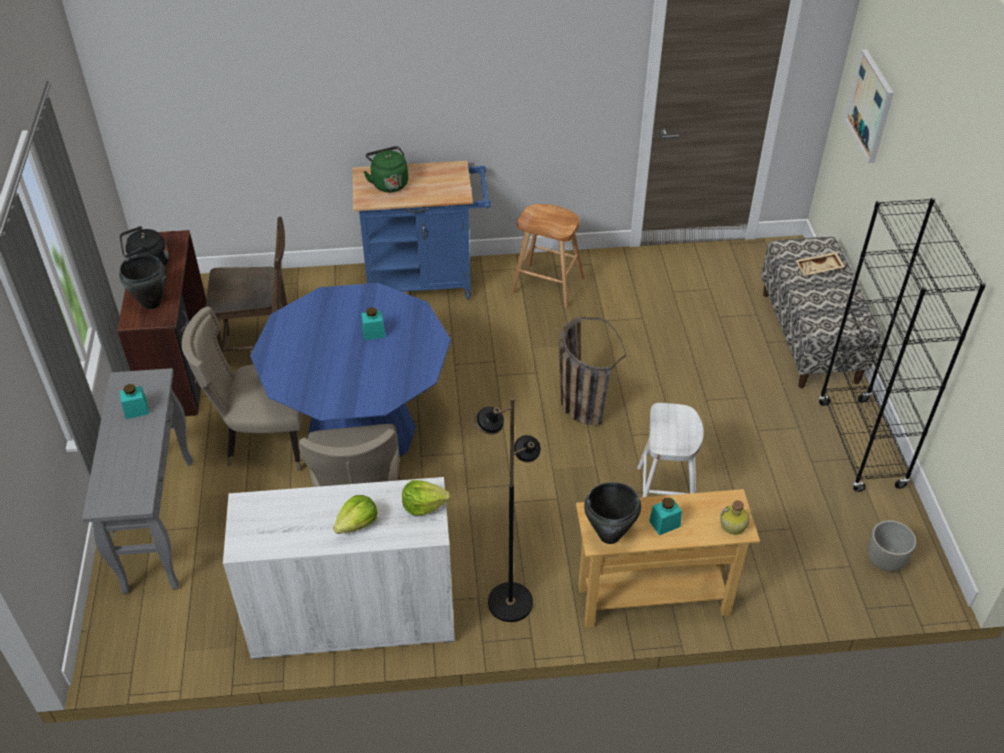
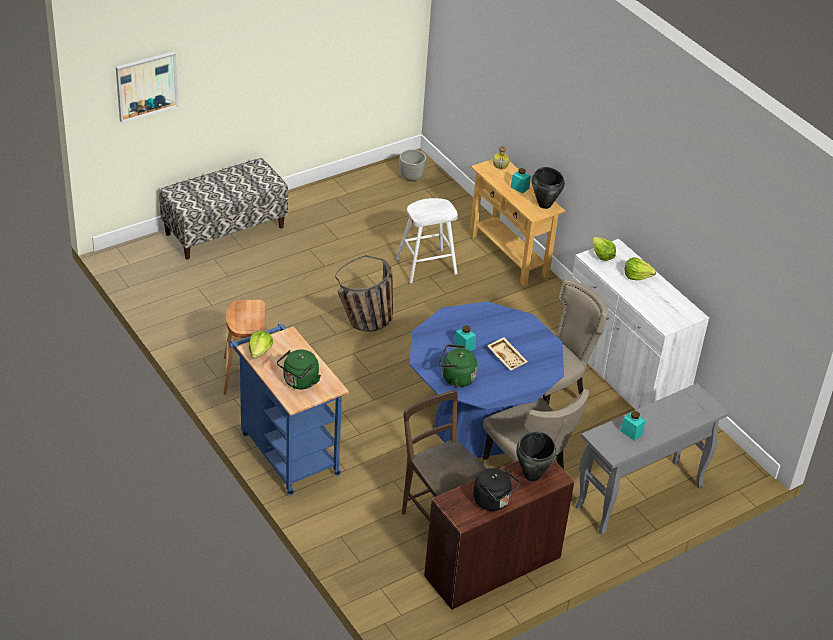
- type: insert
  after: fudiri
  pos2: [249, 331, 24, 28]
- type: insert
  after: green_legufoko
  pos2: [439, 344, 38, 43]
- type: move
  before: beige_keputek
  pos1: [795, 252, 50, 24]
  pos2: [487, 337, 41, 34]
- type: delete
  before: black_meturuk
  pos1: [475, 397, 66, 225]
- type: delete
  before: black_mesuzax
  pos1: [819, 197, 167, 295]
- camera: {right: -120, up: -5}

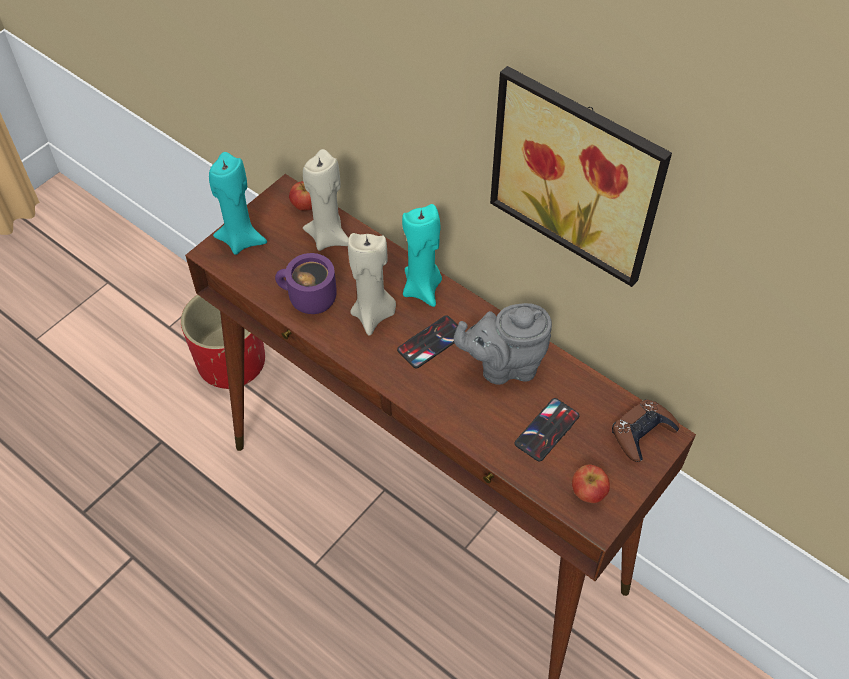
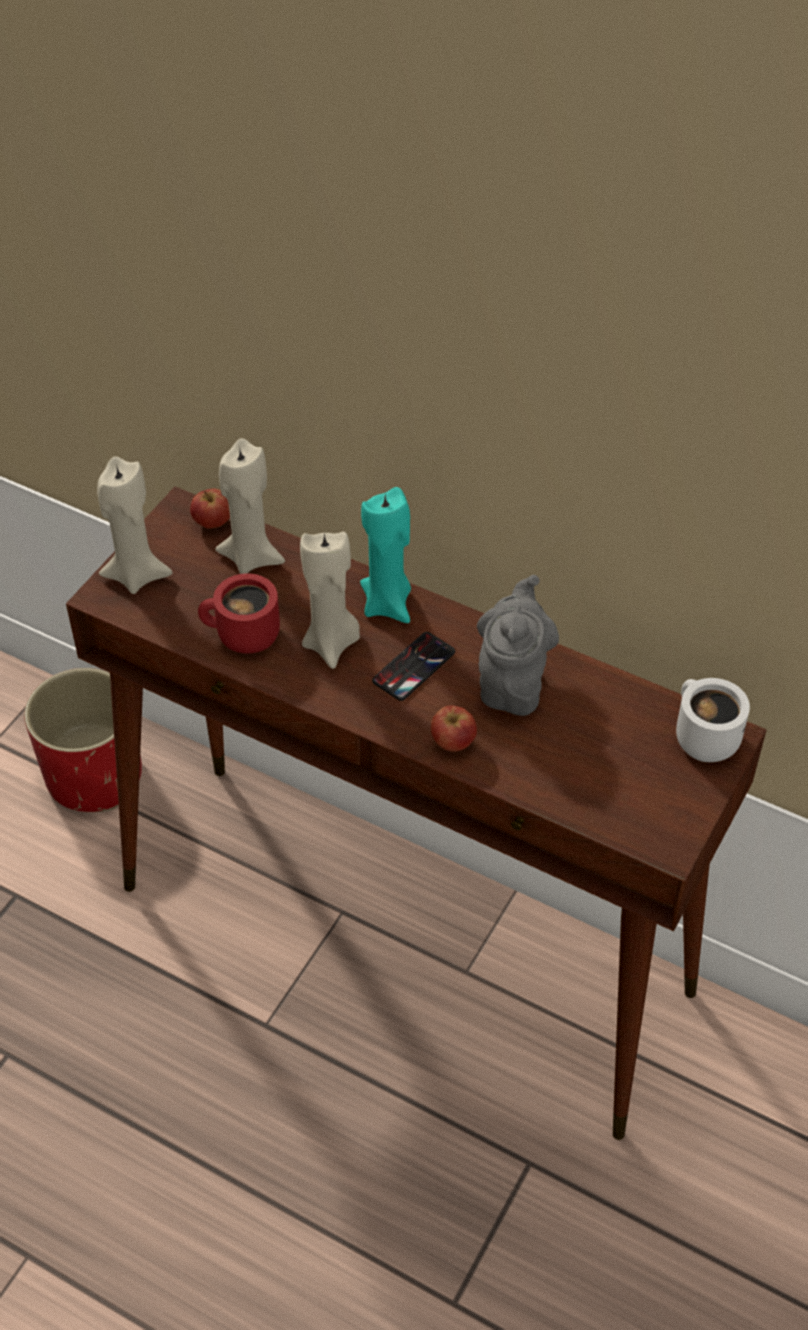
- type: recolor
  before: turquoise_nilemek
  after: beige_nilemek
  pos1: [209, 152, 58, 103]
  pos2: [97, 457, 76, 137]
- type: recolor
  before: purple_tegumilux
  after: red_tegumilux
  pos1: [275, 253, 62, 61]
  pos2: [198, 573, 82, 81]
- type: move
  before: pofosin
  pos1: [572, 465, 38, 38]
  pos2: [431, 705, 46, 47]
- type: rotate
  before: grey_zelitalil
  pos1: [454, 303, 98, 82]
  pos2: [477, 575, 82, 141]
  turn: 120
- type: replace
  before: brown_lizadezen
  after: white_tegumilux
  pos1: [612, 400, 67, 62]
  pos2: [676, 678, 74, 84]
- type: delete
  before: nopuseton
  pos1: [490, 66, 182, 221]
- type: delete
  before: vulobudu
  pos1: [514, 398, 66, 64]
- camera: {right: -10, up: -5}

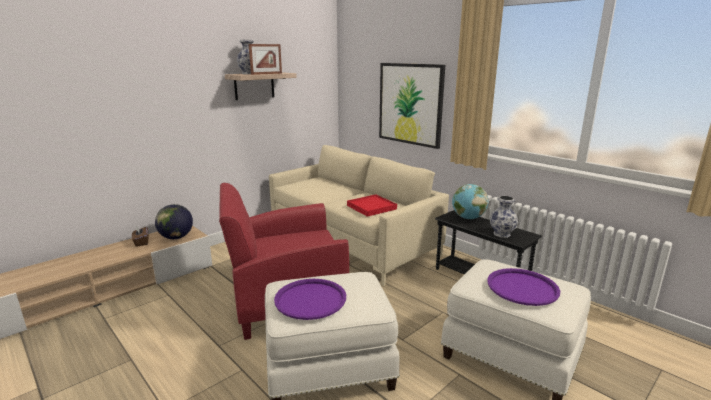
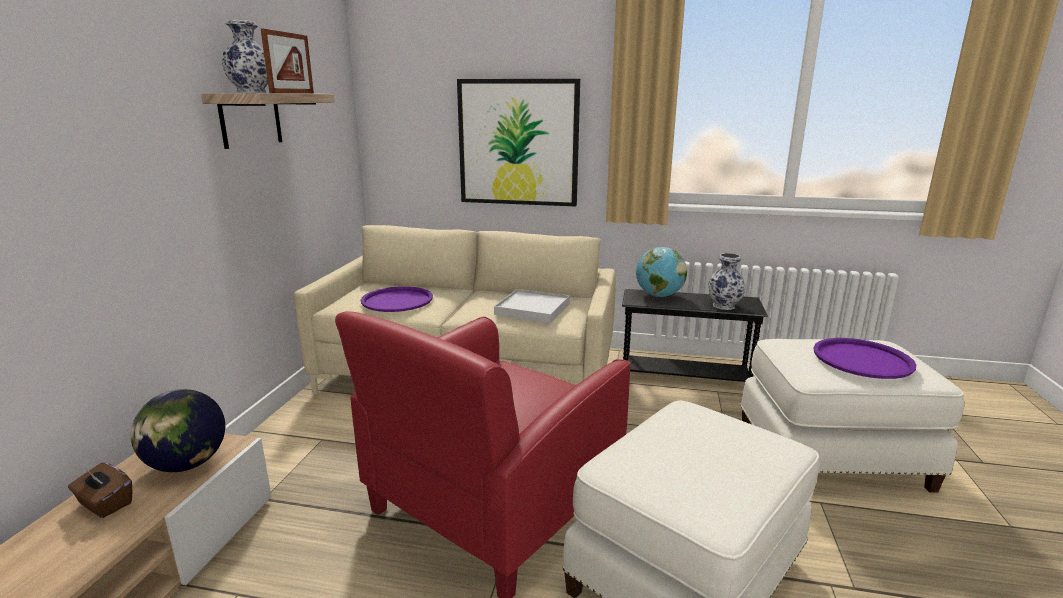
- type: move
  before: purple_keputek
  pos1: [274, 279, 72, 41]
  pos2: [361, 286, 72, 26]
- type: recolor
  before: red_keputek
  after: white_keputek
  pos1: [347, 194, 50, 23]
  pos2: [494, 289, 76, 34]
- camera: {right: -35, up: 0}

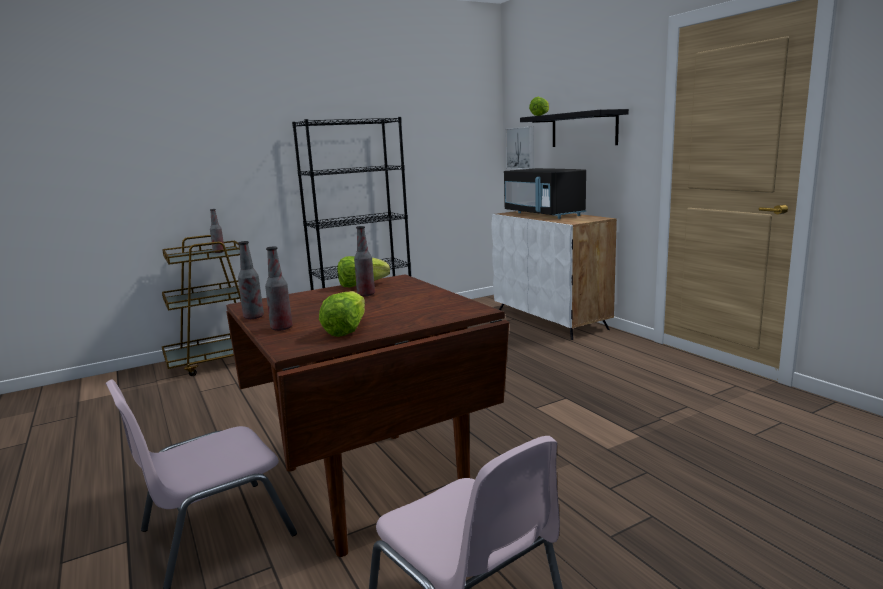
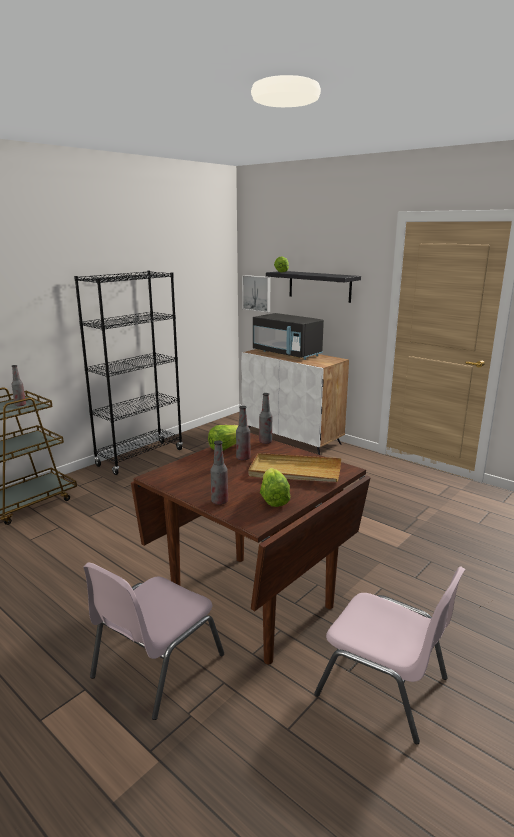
- type: insert
  after: beige_keputek
  pos2: [248, 453, 93, 29]
- type: move
  before: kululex
  pos1: [238, 241, 26, 78]
  pos2: [259, 393, 13, 51]
- camera: {right: -20, up: 5}

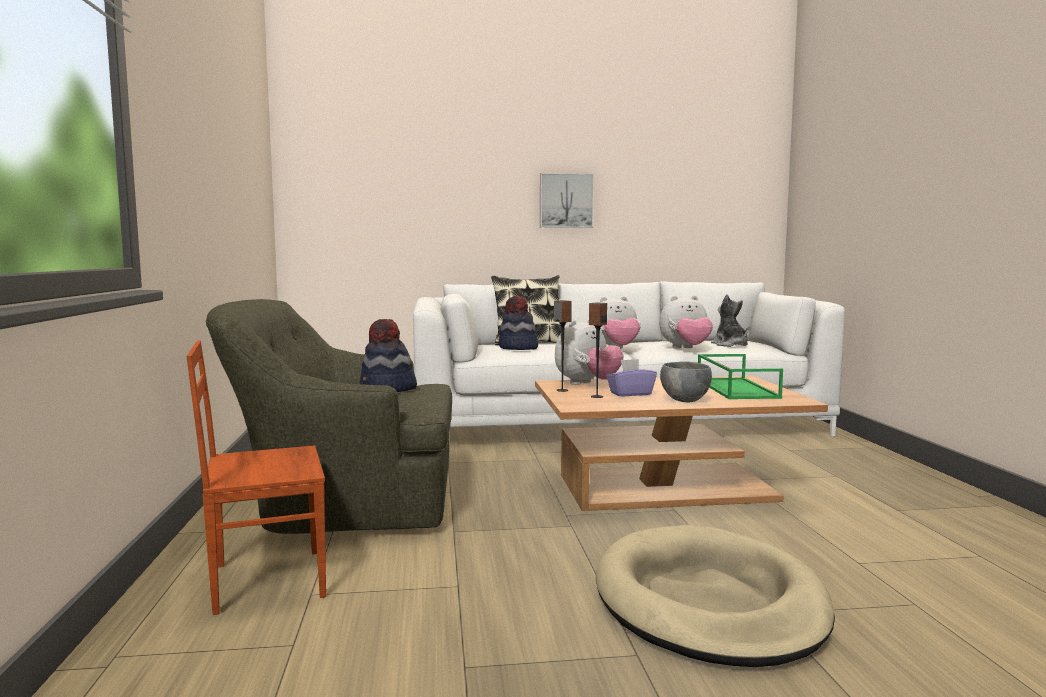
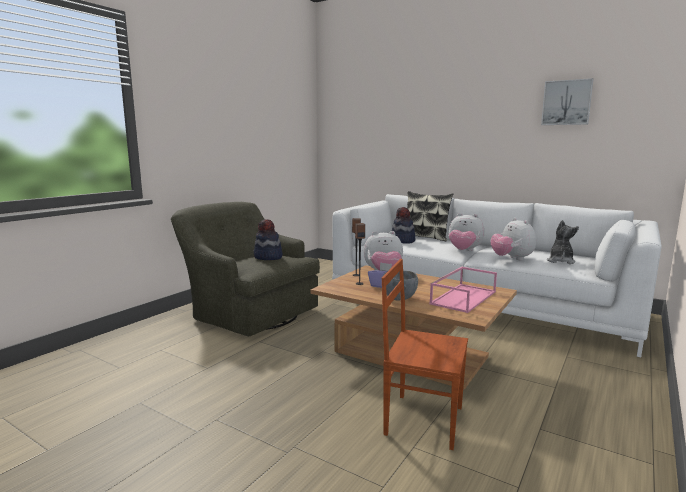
- type: move
  before: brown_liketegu
  pos1: [186, 340, 140, 275]
  pos2: [382, 259, 86, 191]
- type: recolor
  before: green_keputek
  after: pink_keputek
  pos1: [698, 354, 85, 45]
  pos2: [429, 267, 68, 46]
- type: rotate
  before: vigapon
  pos1: [659, 296, 54, 53]
  pos2: [491, 218, 45, 42]
  turn: 45
- type: move
  before: nopuseton
  pos1: [540, 173, 54, 55]
  pos2: [541, 78, 52, 47]
- type: delete
  before: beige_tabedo
  pos1: [596, 525, 239, 142]
- camera: {right: 40, up: 5}

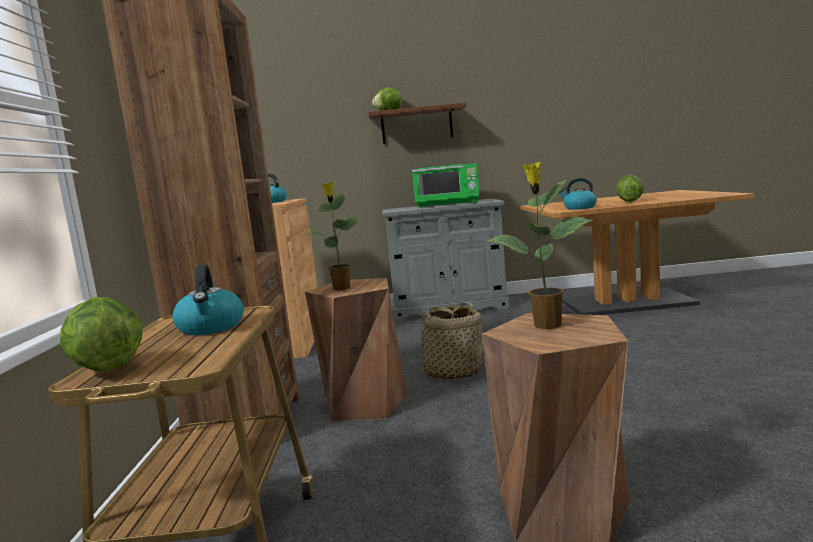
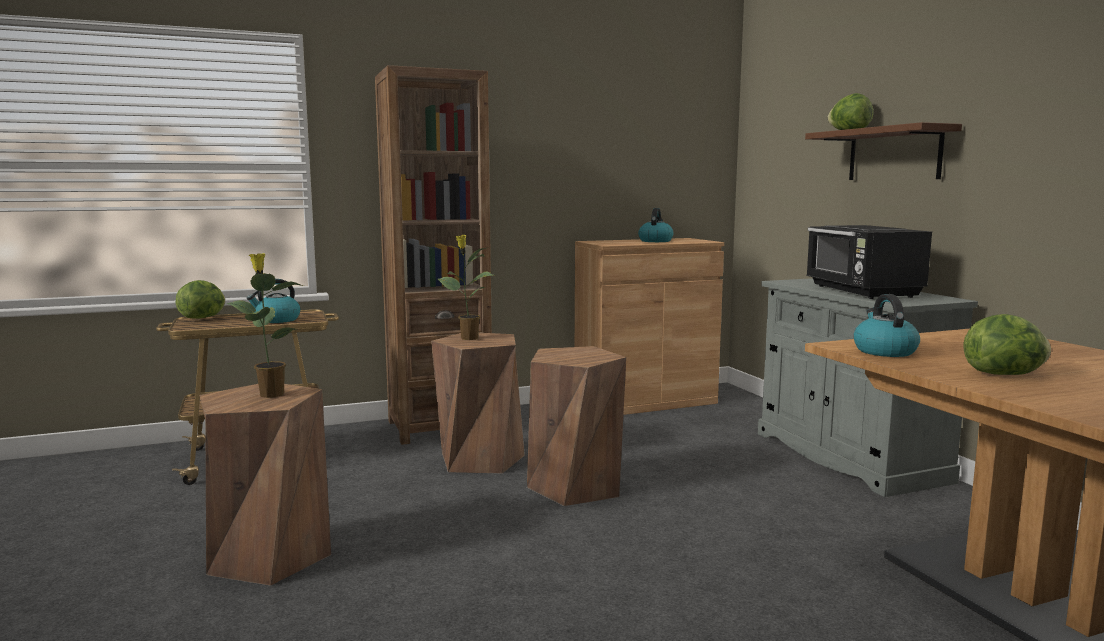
- type: replace
  before: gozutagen
  after: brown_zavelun
  pos1: [407, 302, 78, 78]
  pos2: [527, 346, 99, 160]
- type: recolor
  before: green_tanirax
  after: black_tanirax
  pos1: [412, 163, 67, 45]
  pos2: [806, 225, 126, 74]
- camera: {right: 70, up: 0}

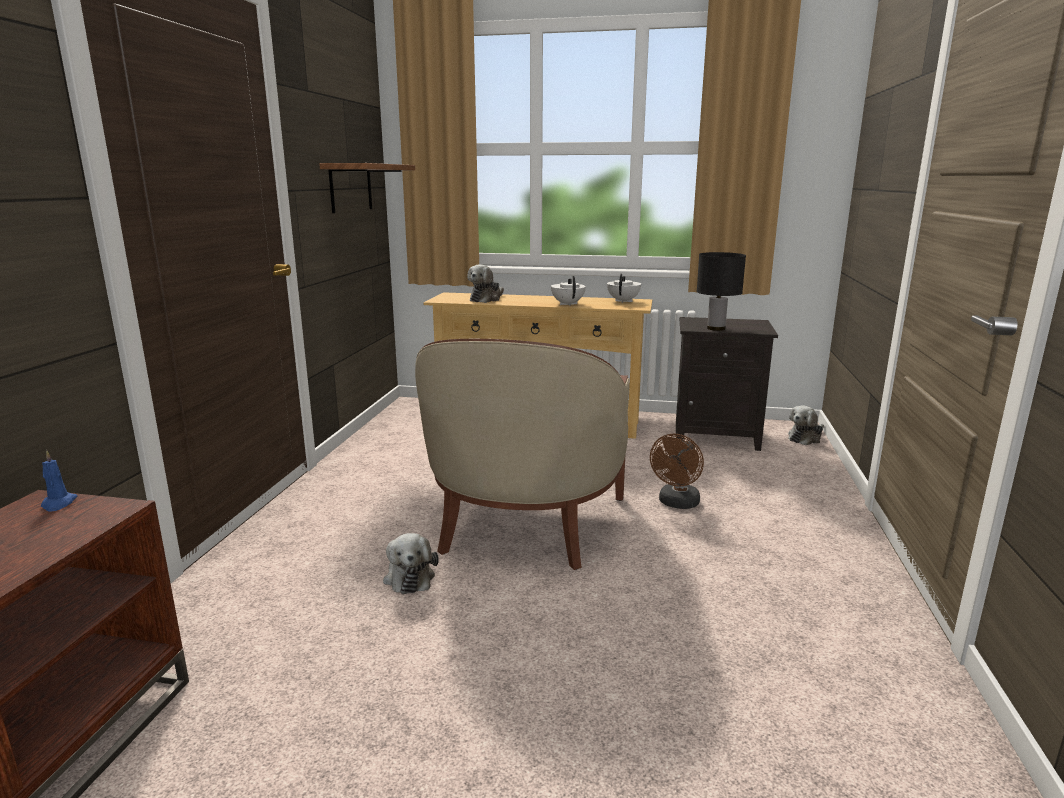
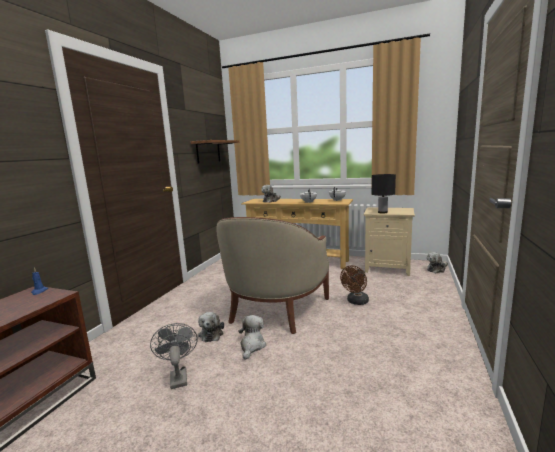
- type: insert
  after: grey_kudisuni
  pos2: [150, 323, 48, 66]
- type: insert
  after: vigapon
  pos2: [239, 315, 27, 45]
- type: recolor
  before: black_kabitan
  after: beige_kabitan
  pos1: [676, 317, 102, 134]
  pos2: [364, 207, 51, 69]
- camera: {right: 10, up: -5}

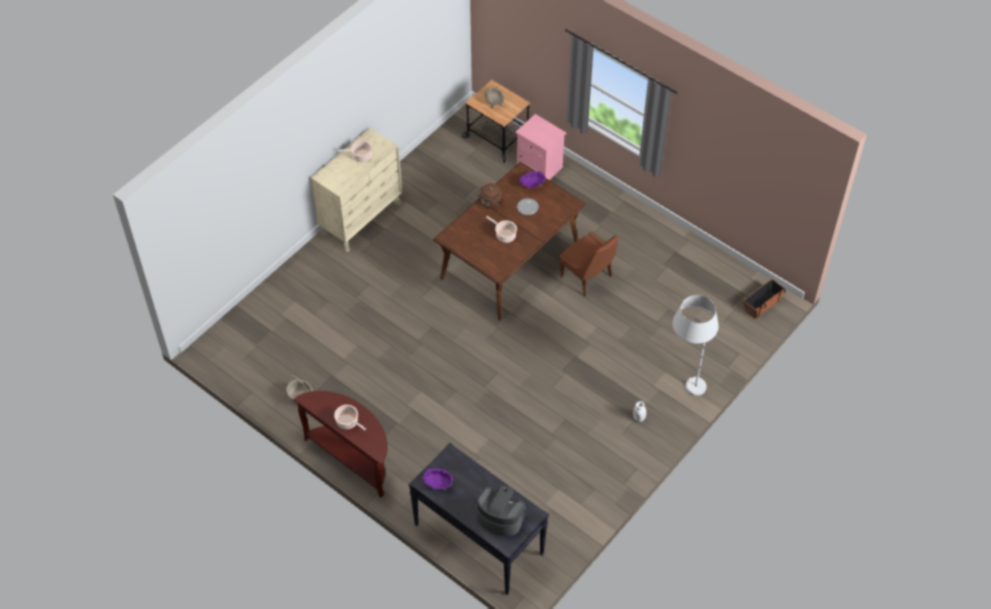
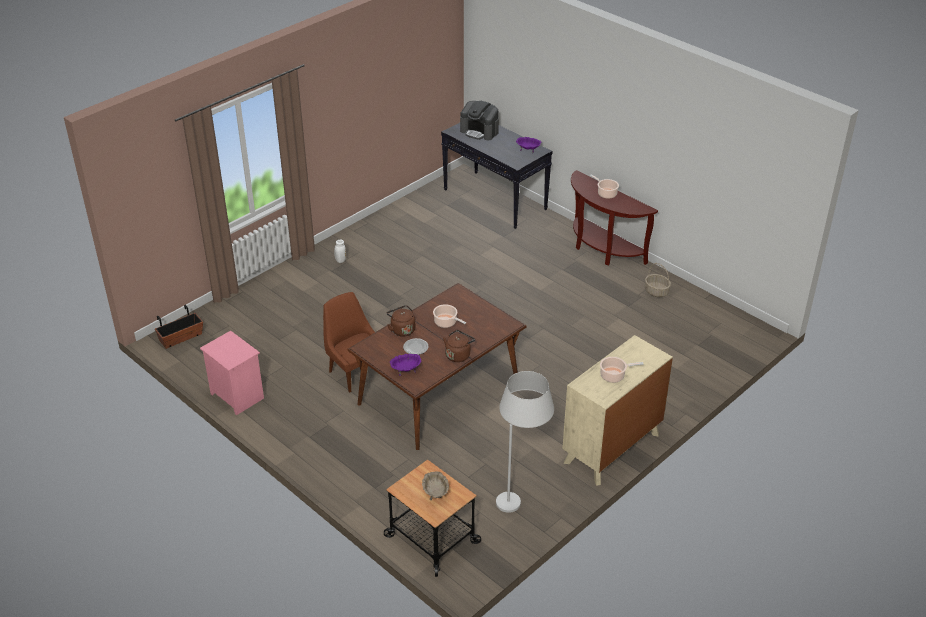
- type: move
  before: pink_kabitan
  pos1: [515, 114, 51, 66]
  pos2: [200, 331, 64, 84]
- type: insert
  after: brown_legufoko
  pos2: [387, 305, 28, 32]
- type: move
  before: white_meturuk
  pos1: [673, 295, 46, 101]
  pos2: [496, 371, 58, 142]
- camera: {right: -175, up: -15}

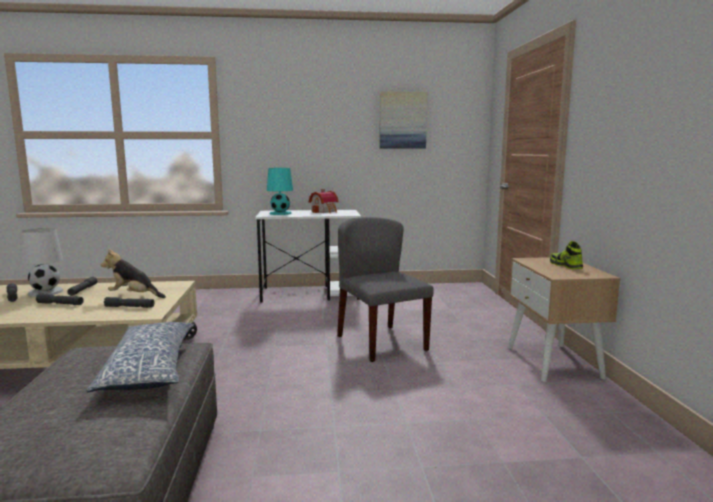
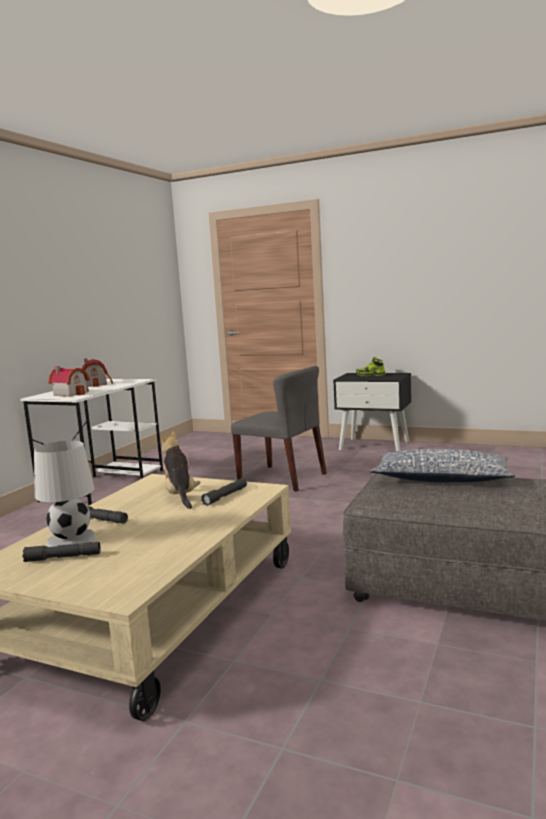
- type: replace
  before: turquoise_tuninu
  after: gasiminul
  pos1: [267, 168, 26, 47]
  pos2: [48, 366, 42, 31]
- type: rotate
  before: vigapon
  pos1: [101, 249, 65, 49]
  pos2: [160, 432, 40, 77]
  turn: 120
- type: rotate
  before: grey_liketegu
  pos1: [337, 217, 97, 145]
  pos2: [231, 366, 96, 126]
  turn: -150
- type: recolor
  before: beige_kabitan
  after: black_kabitan
  pos1: [508, 257, 112, 125]
  pos2: [333, 373, 78, 78]
- type: delete
  before: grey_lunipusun
  pos1: [36, 294, 48, 11]
- type: delete
  before: nopuseton
  pos1: [380, 91, 47, 58]
- camera: {right: -60, up: 0}

